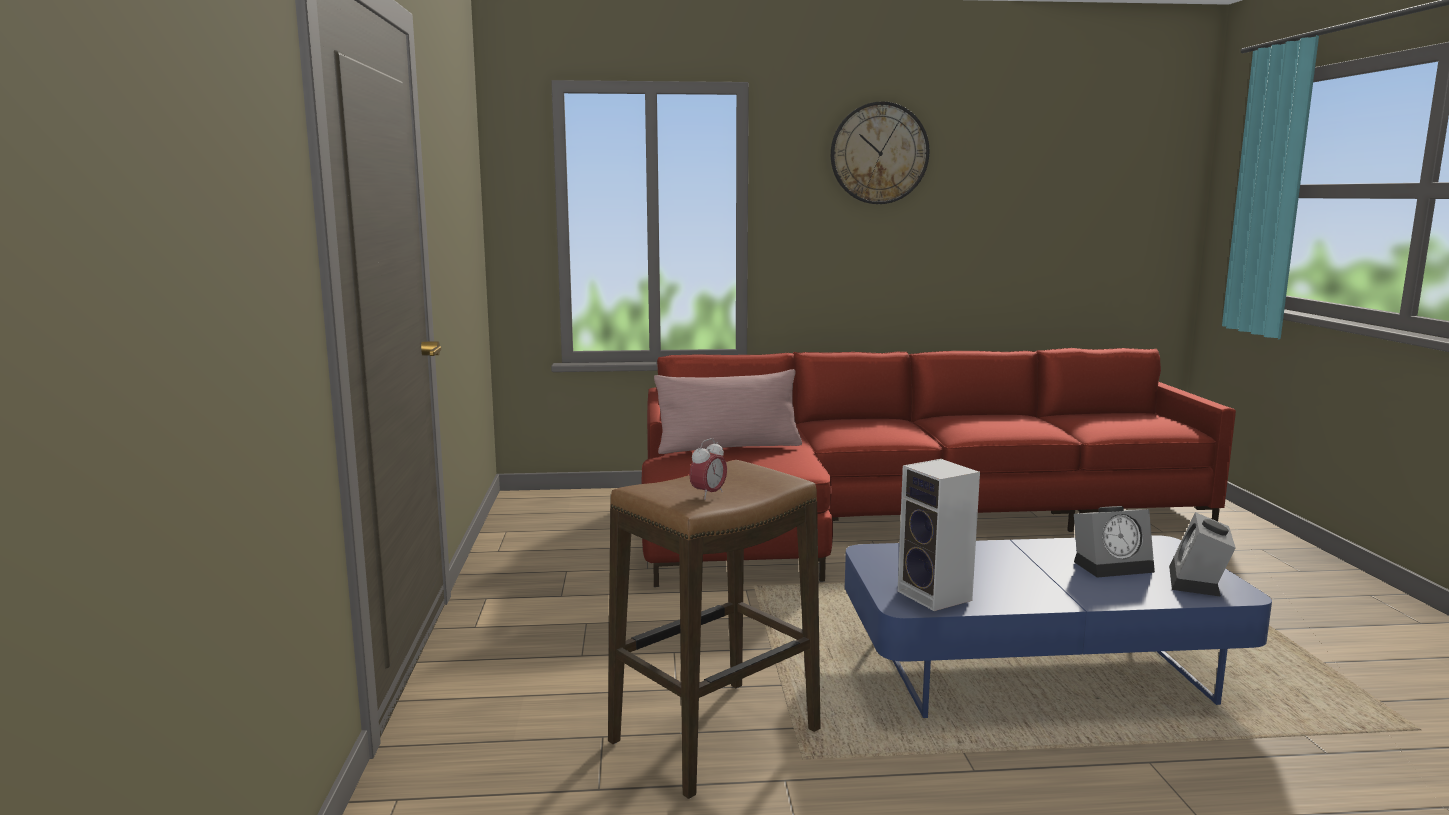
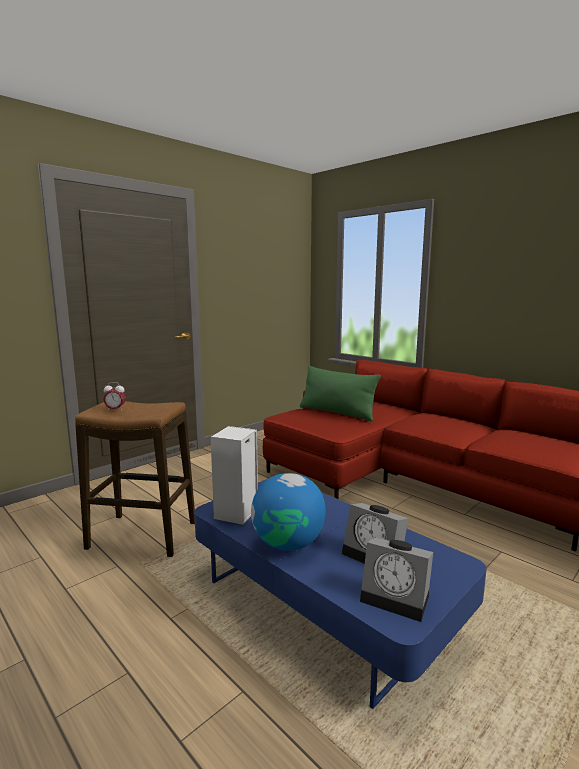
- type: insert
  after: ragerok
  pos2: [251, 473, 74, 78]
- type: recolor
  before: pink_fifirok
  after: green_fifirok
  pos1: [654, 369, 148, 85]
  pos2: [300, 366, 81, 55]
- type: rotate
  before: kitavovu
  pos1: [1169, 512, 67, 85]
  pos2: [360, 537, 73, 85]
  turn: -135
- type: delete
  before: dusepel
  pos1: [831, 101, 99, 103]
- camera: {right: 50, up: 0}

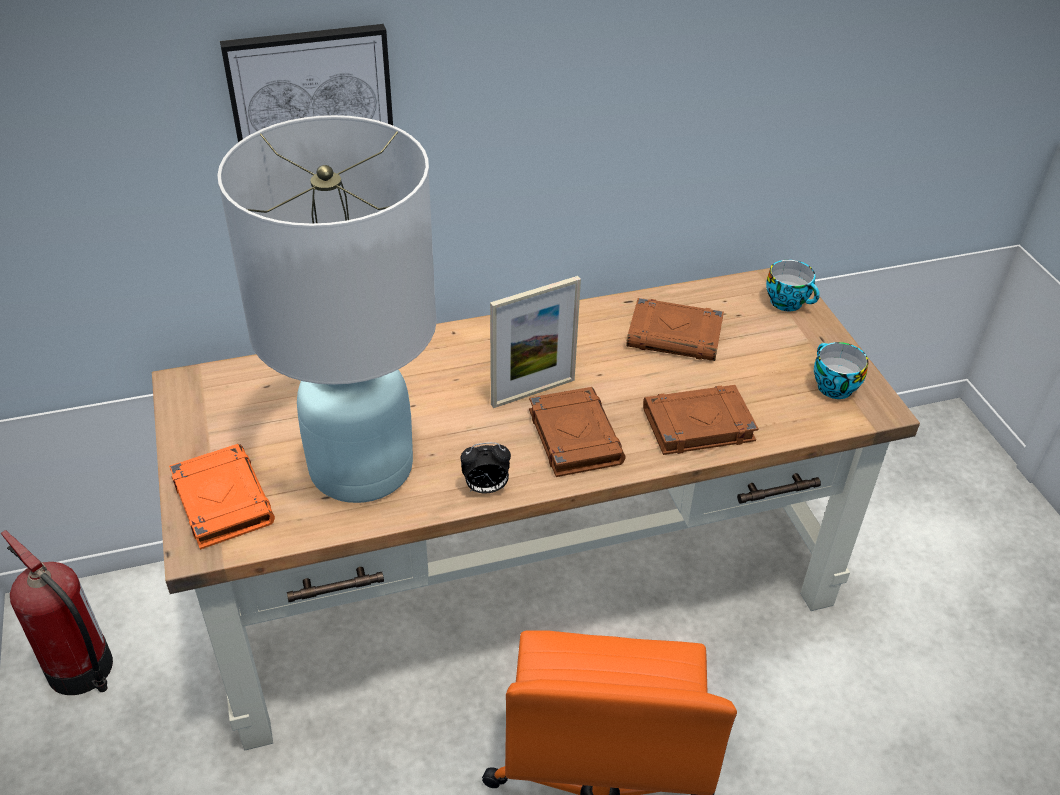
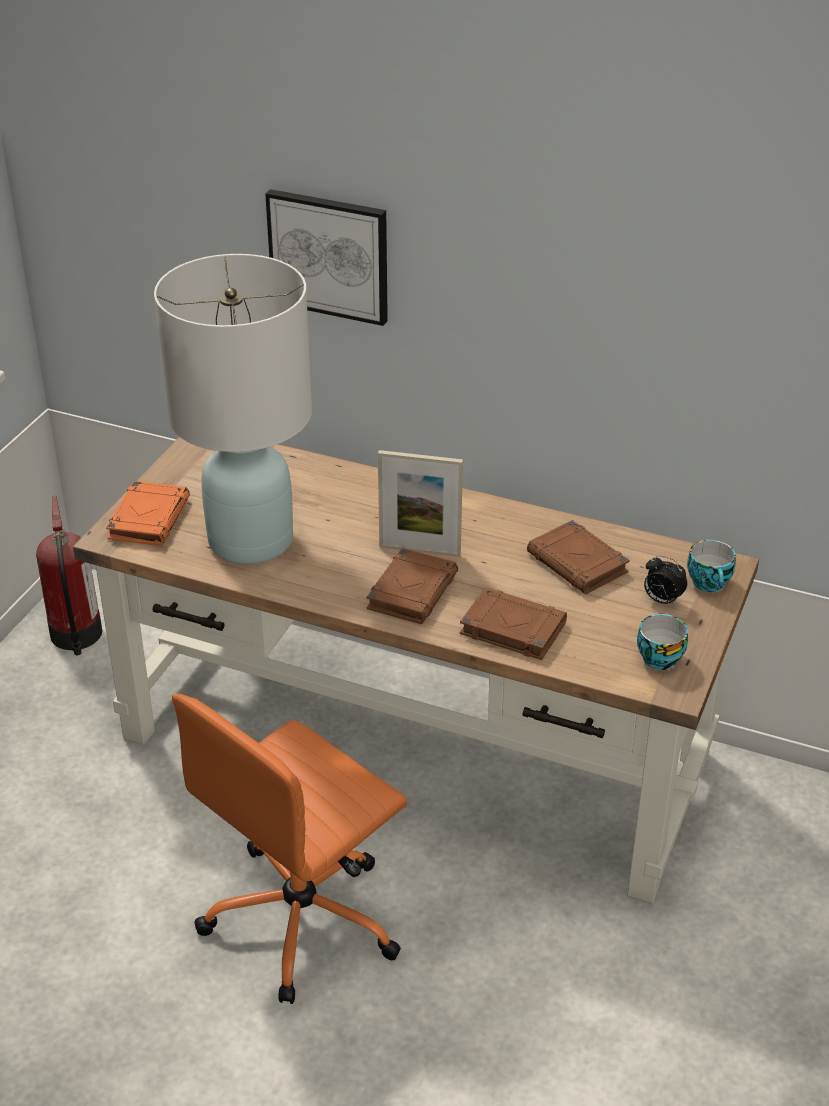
- type: move
  before: kitavovu
  pos1: [460, 442, 51, 51]
  pos2: [644, 555, 43, 51]
- camera: {right: 40, up: -5}

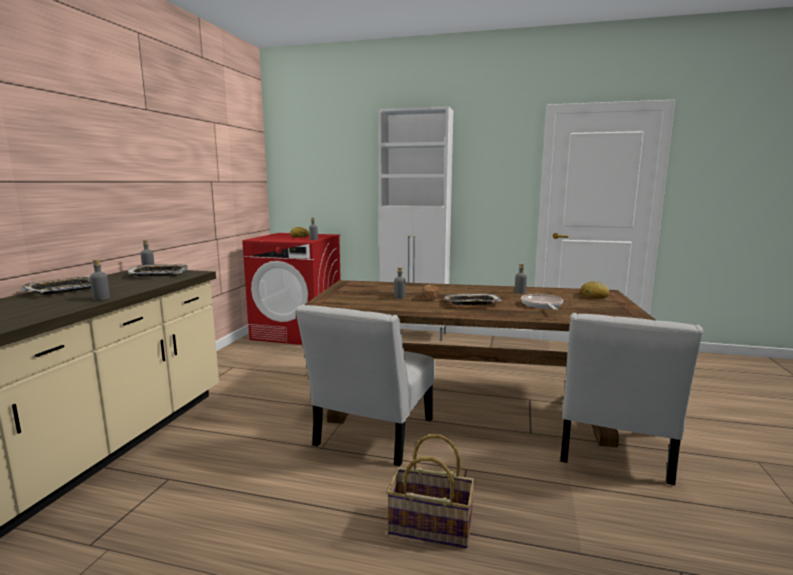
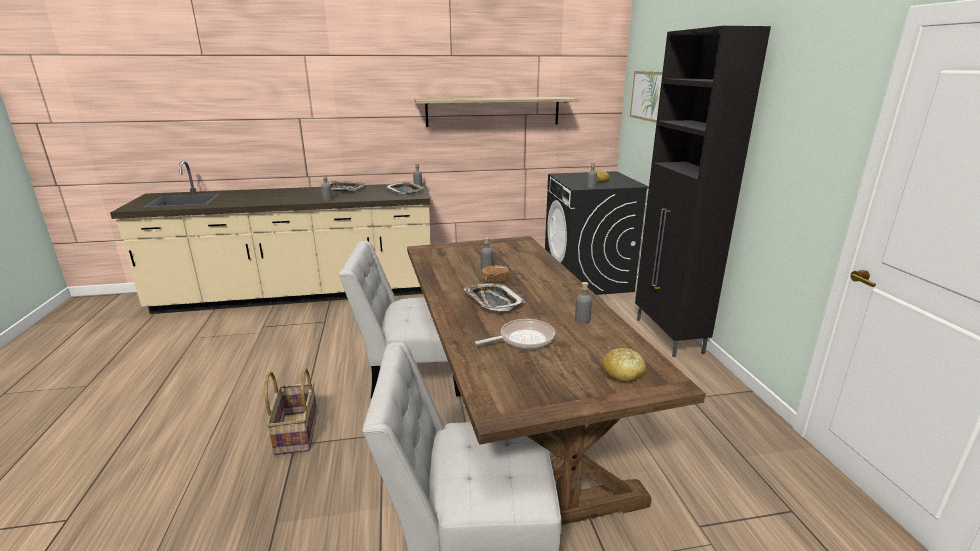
- type: insert
  after: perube
  pos2: [414, 97, 165, 30]
- type: recolor
  before: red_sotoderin
  after: black_sotoderin
  pos1: [242, 233, 99, 112]
  pos2: [545, 171, 104, 124]
- type: insert
  after: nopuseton
  pos2: [630, 71, 33, 52]
- type: recolor
  before: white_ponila
  after: black_ponila
  pos1: [378, 106, 75, 235]
  pos2: [635, 26, 136, 331]
- camera: {right: 65, up: 10}

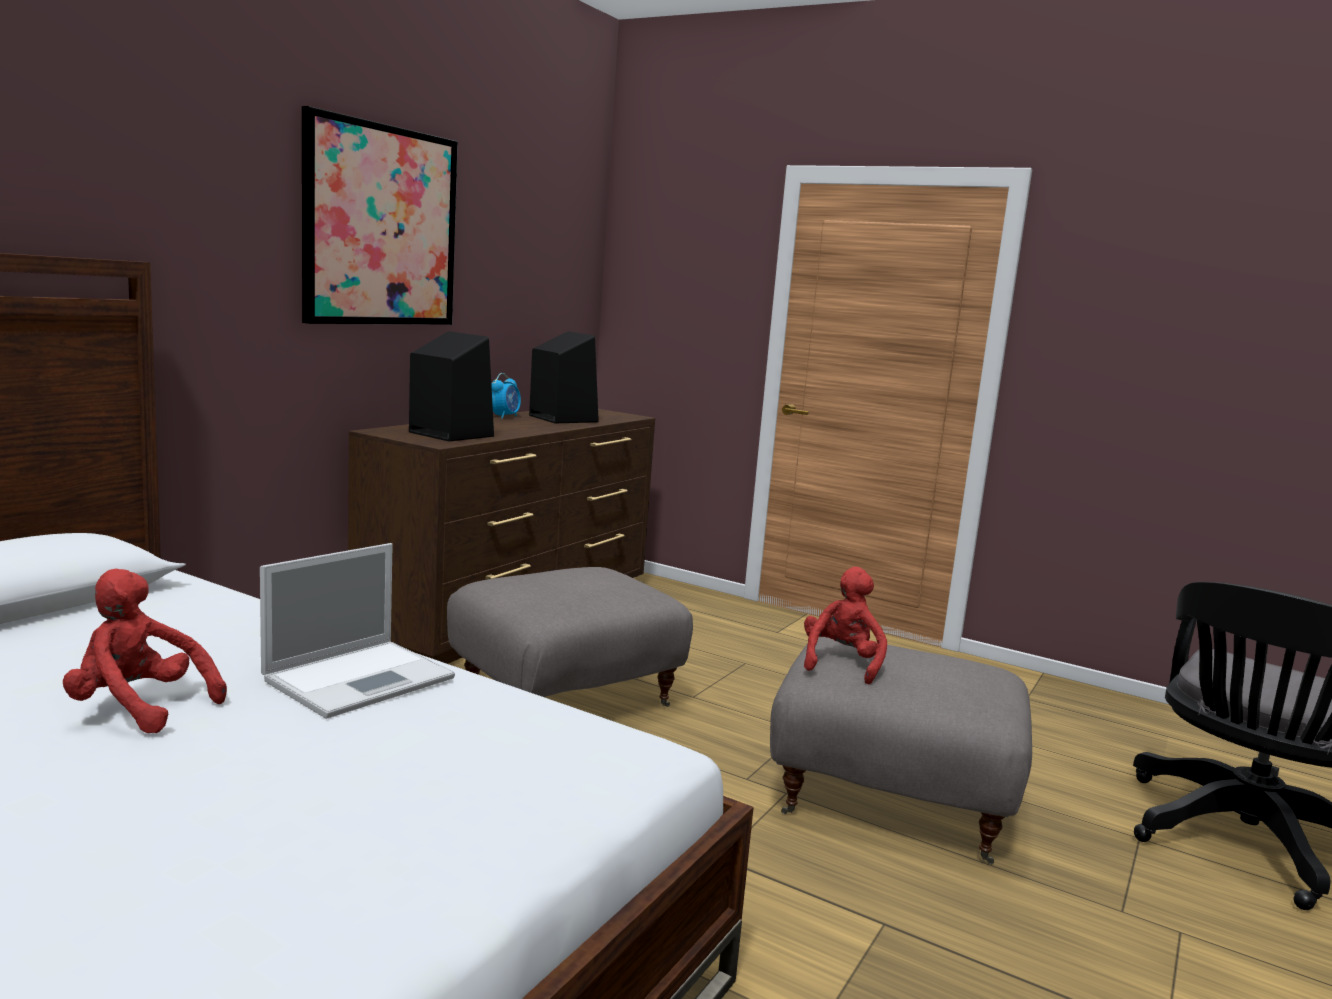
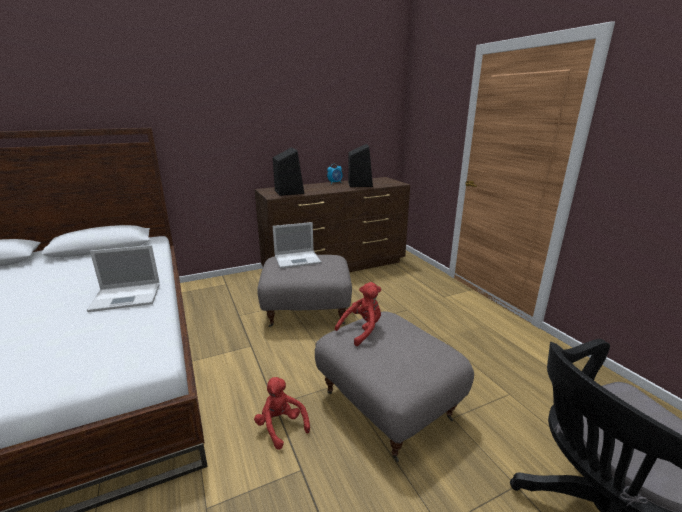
- type: move
  before: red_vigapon
  pos1: [63, 569, 164, 164]
  pos2: [254, 377, 56, 73]
- type: insert
  after: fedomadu
  pos2: [273, 222, 48, 47]
- type: delete
  before: nopuseton
  pos1: [302, 106, 156, 219]
- camera: {right: 35, up: 10}

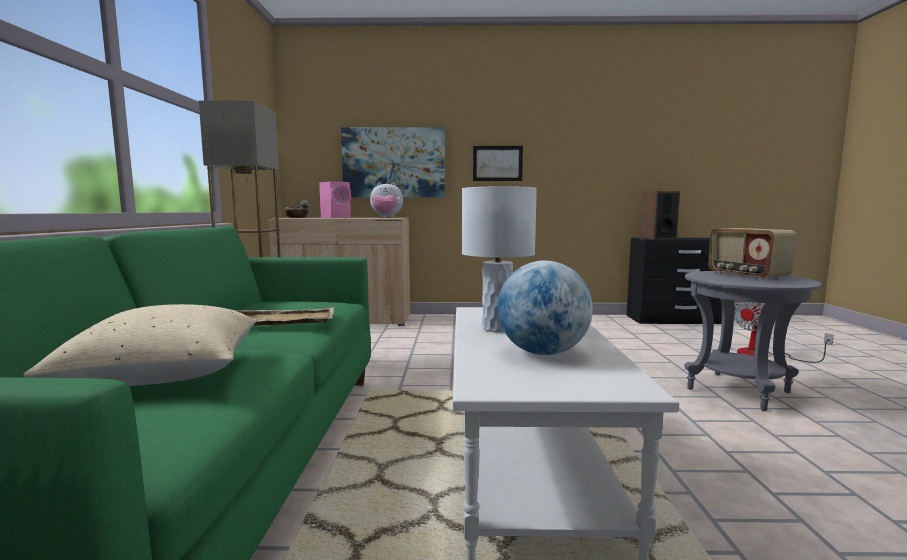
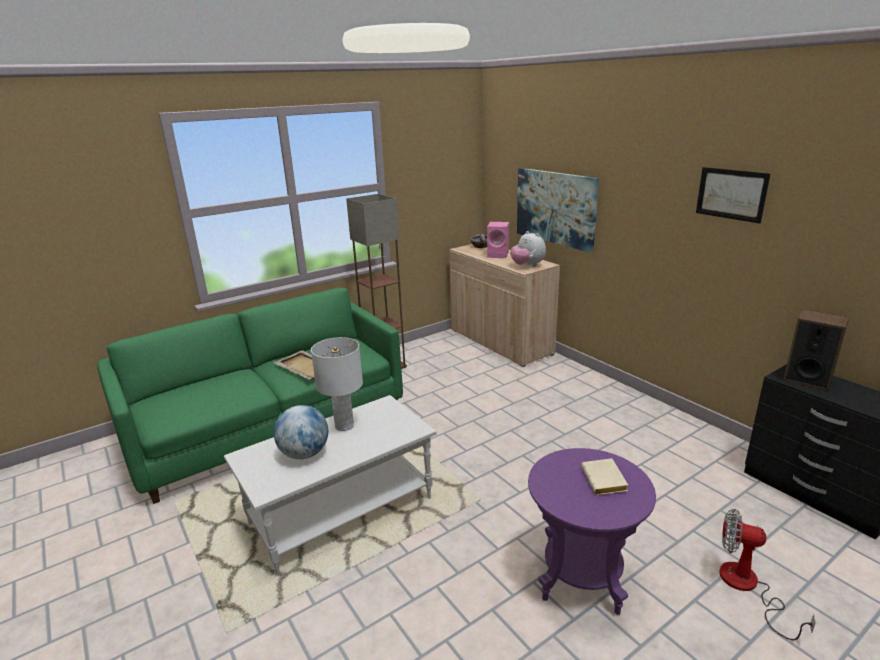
- type: recolor
  before: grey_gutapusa
  after: purple_gutapusa
  pos1: [684, 271, 137, 140]
  pos2: [528, 448, 128, 167]
- type: replace
  before: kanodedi
  after: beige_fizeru
  pos1: [708, 228, 89, 52]
  pos2: [581, 458, 47, 37]
- type: move
  before: nopuseton
  pos1: [473, 146, 50, 35]
  pos2: [696, 167, 74, 57]
- type: delete
  before: beige_fifirok
  pos1: [23, 304, 234, 82]
- camera: {right: 55, up: 15}

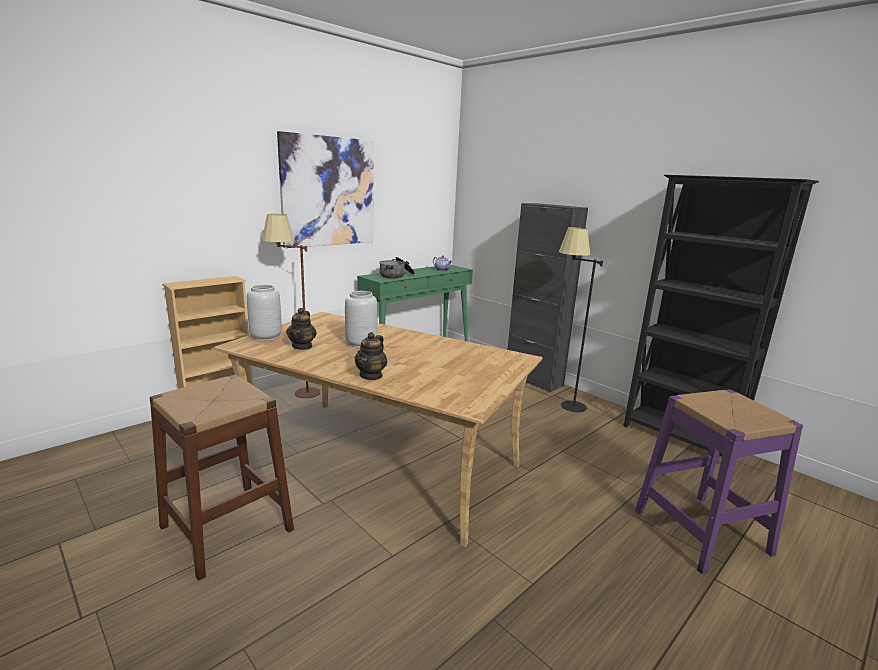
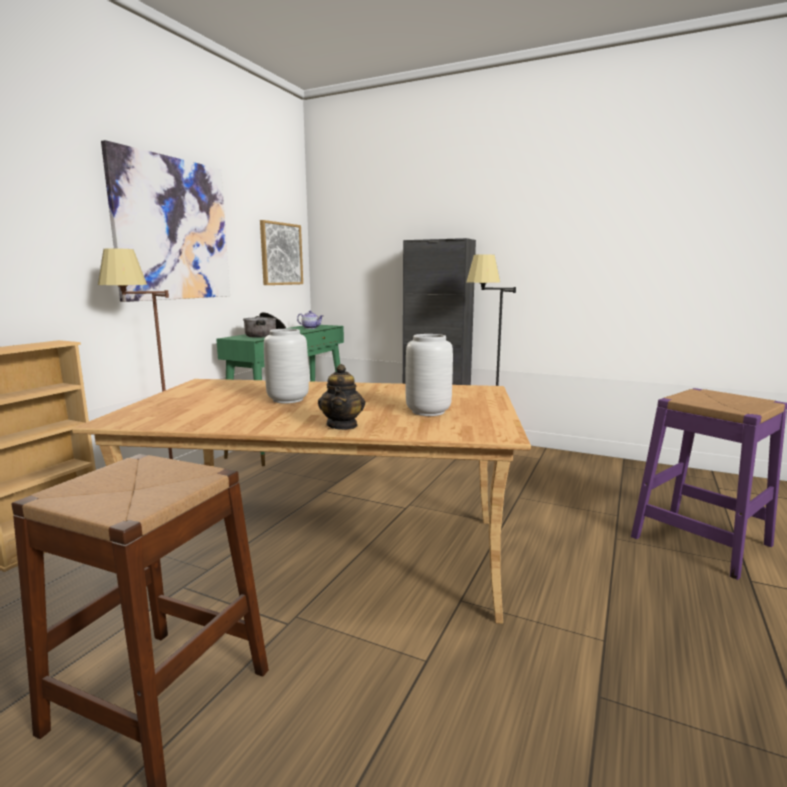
- type: insert
  after: nopuseton
  pos2: [260, 220, 43, 65]
- type: move
  before: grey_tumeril
  pos1: [247, 284, 35, 57]
  pos2: [406, 334, 47, 82]
- type: delete
  before: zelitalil
  pos1: [286, 308, 31, 42]
- type: delete
  before: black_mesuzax
  pos1: [624, 175, 195, 281]
- camera: {right: -20, up: -5}

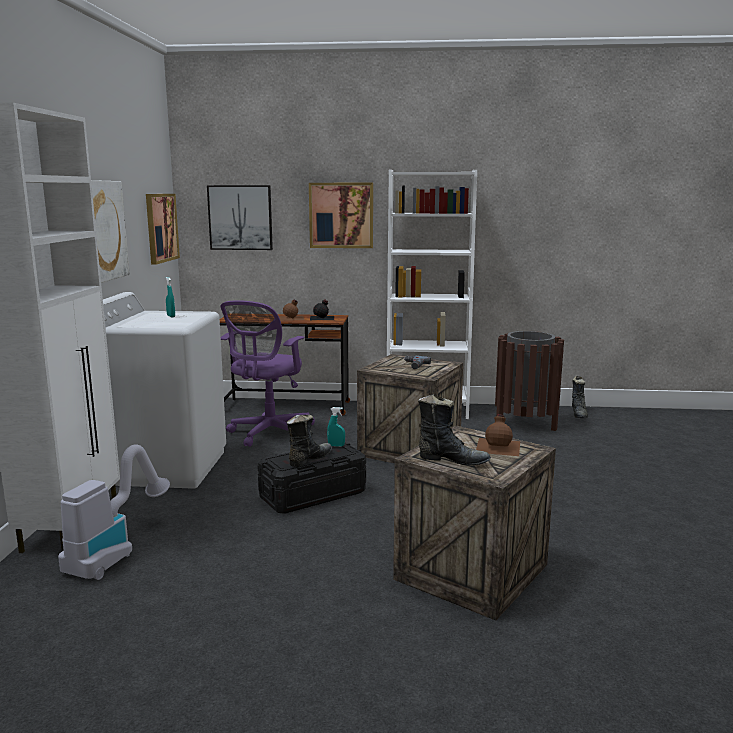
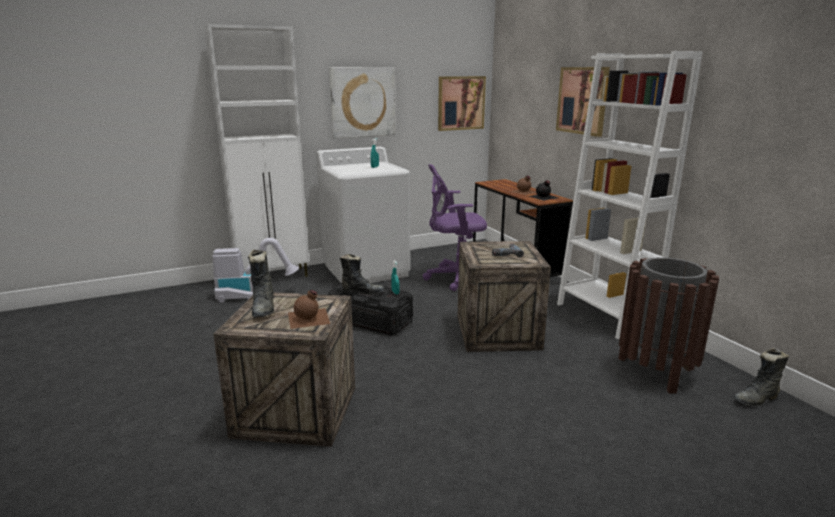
- type: delete
  before: nopuseton
  pos1: [207, 185, 66, 65]
- camera: {right: 60, up: 5}

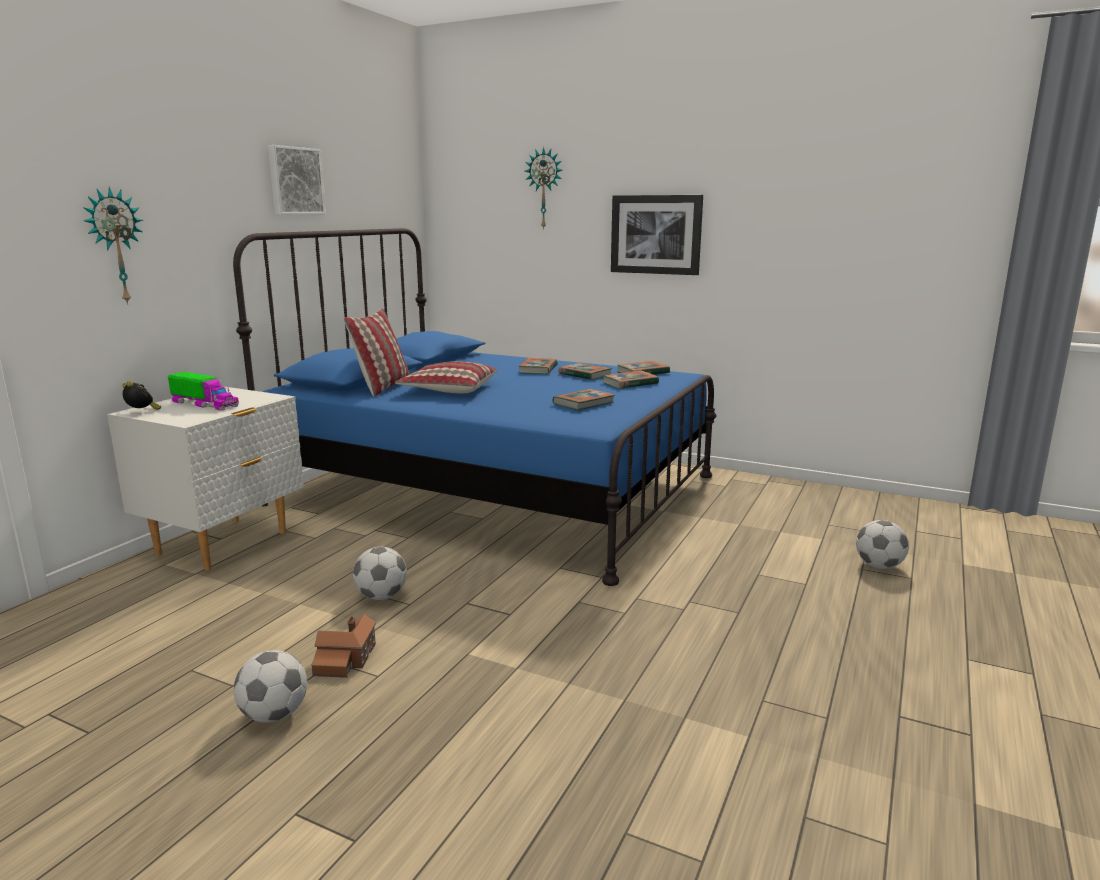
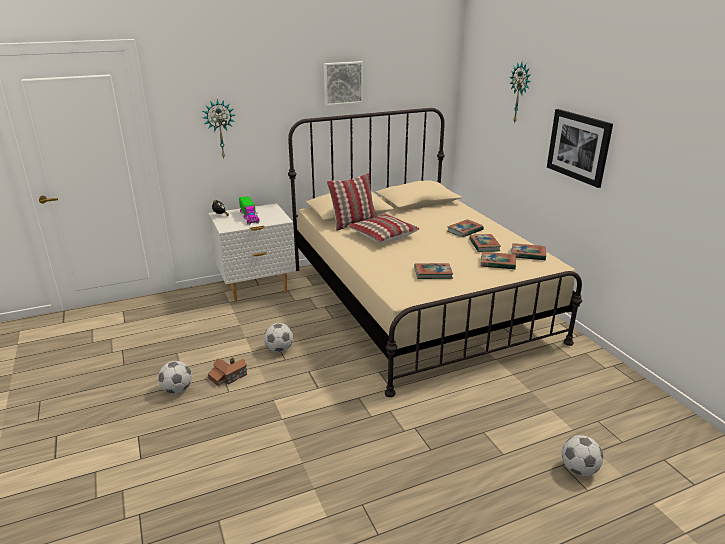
- type: recolor
  before: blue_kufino
  after: beige_kufino
  pos1: [233, 228, 483, 358]
  pos2: [288, 108, 294, 289]
- camera: {right: 40, up: 10}

